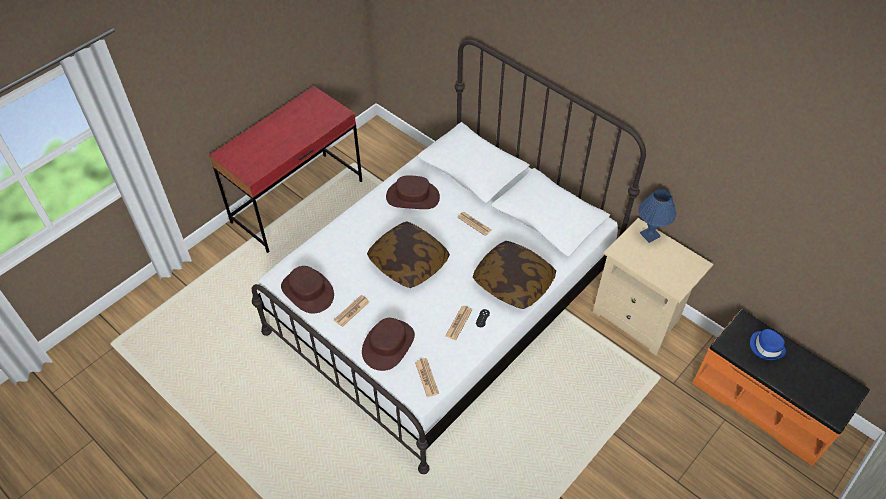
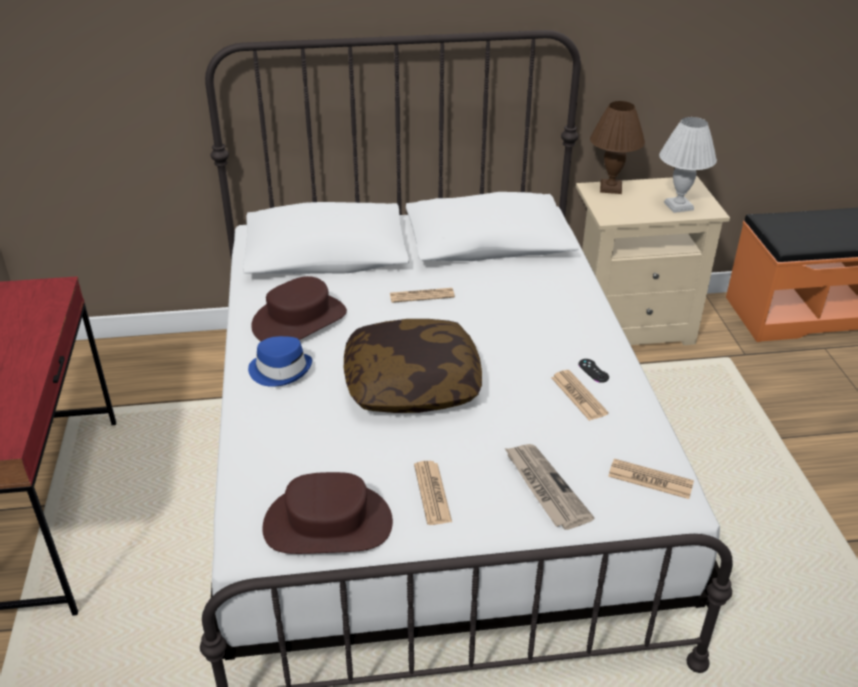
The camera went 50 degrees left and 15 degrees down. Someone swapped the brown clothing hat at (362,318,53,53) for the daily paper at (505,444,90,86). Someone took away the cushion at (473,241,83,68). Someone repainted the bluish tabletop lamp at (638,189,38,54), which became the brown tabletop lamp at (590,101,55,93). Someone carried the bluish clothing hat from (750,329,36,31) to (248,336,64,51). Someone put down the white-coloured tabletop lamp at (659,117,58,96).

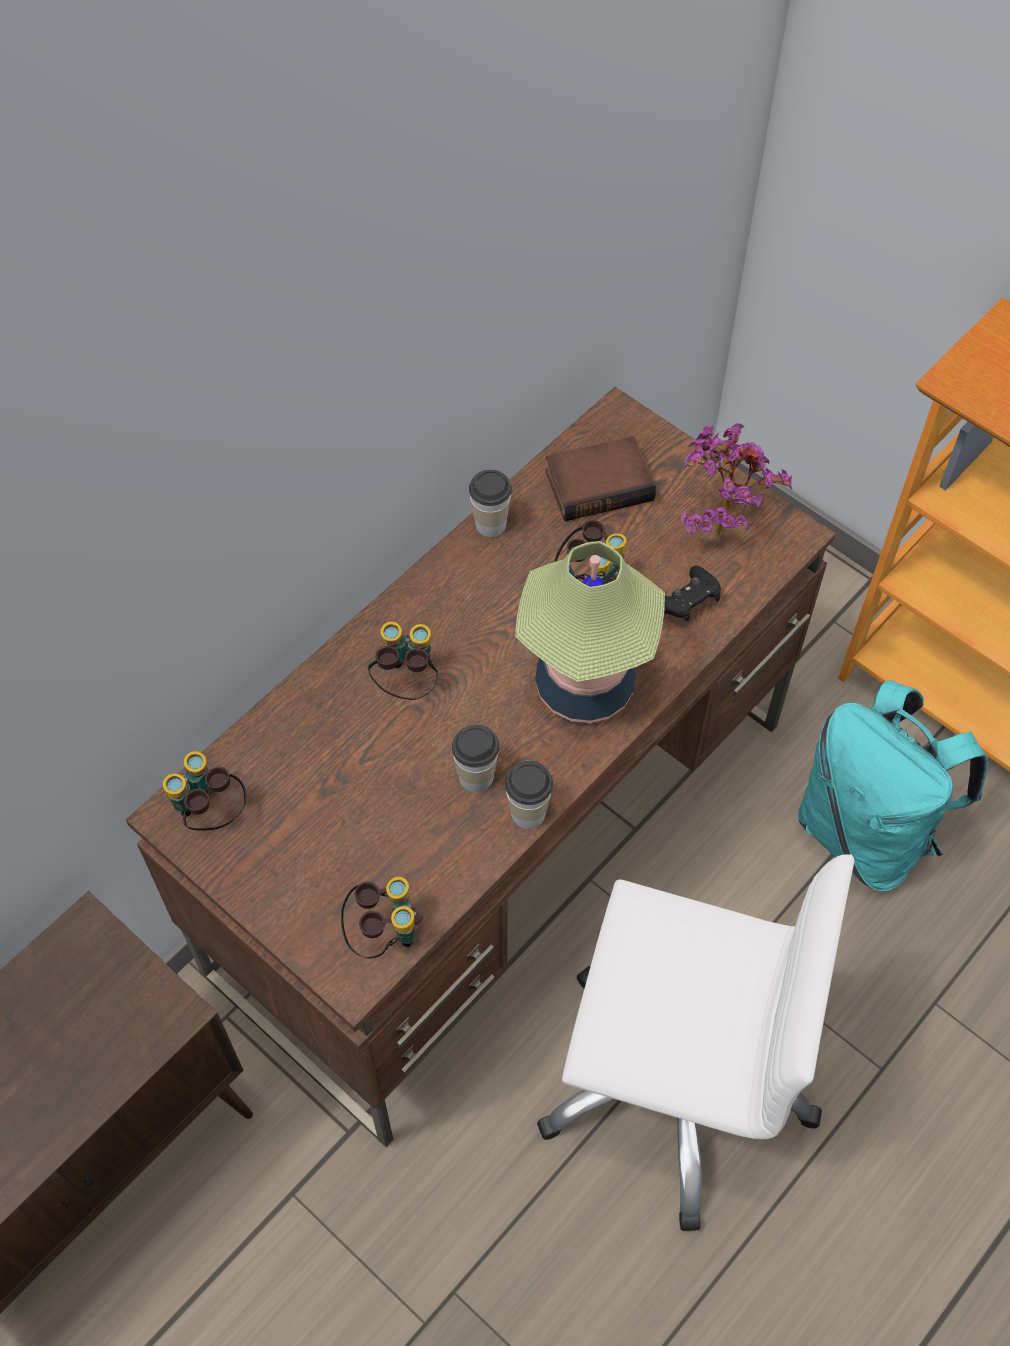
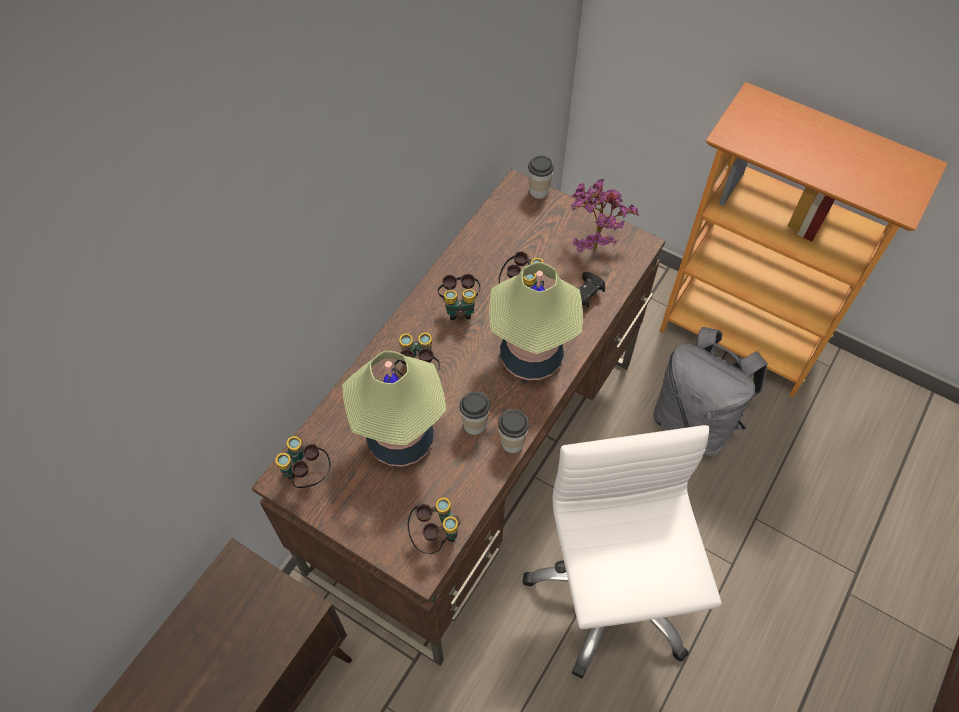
The camera went 10 degrees left and 0 degrees up. Someone carried the small cup from (469,469,43,68) to (528,156,26,43). Someone rotated the white-coloured computer chair at (537,854,317,377) by 105 degrees counterclockwise. Someone took away the volume at (545,436,111,85). Someone repainted the turquoise-coloured backpack at (798,680,189,211), which became the gray backpack at (653,327,115,129). Someone put down the tabletop lamp at (342,351,104,116). Someone put down the pair of binoculars at (438,274,43,46).

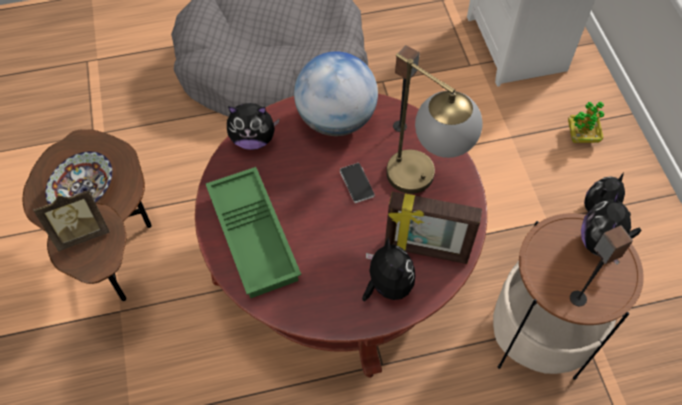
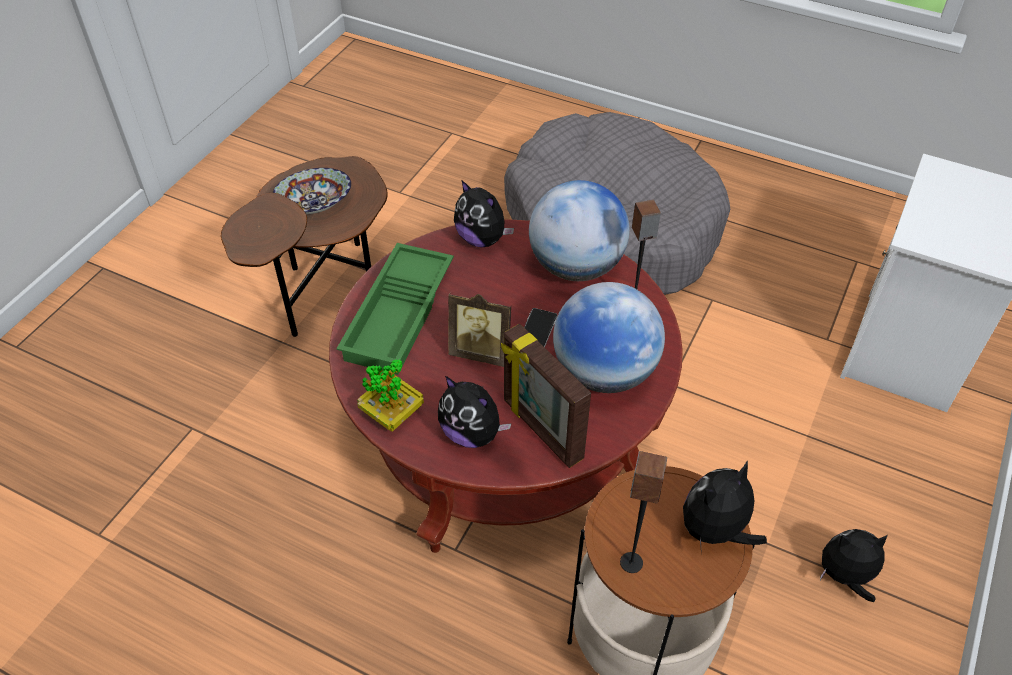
The camera went 40 degrees right and 10 degrees down. Someone carried the standing frame from (33,189,77,62) to (448,293,63,74). Someone rotated the plush toy at (362,237,53,64) by 105 degrees clockwise. Someone swapped the tabletop lamp at (386,53,96,141) for the globe at (553,282,112,111). Someone carried the plant in a pot from (568,102,36,41) to (357,359,67,73).

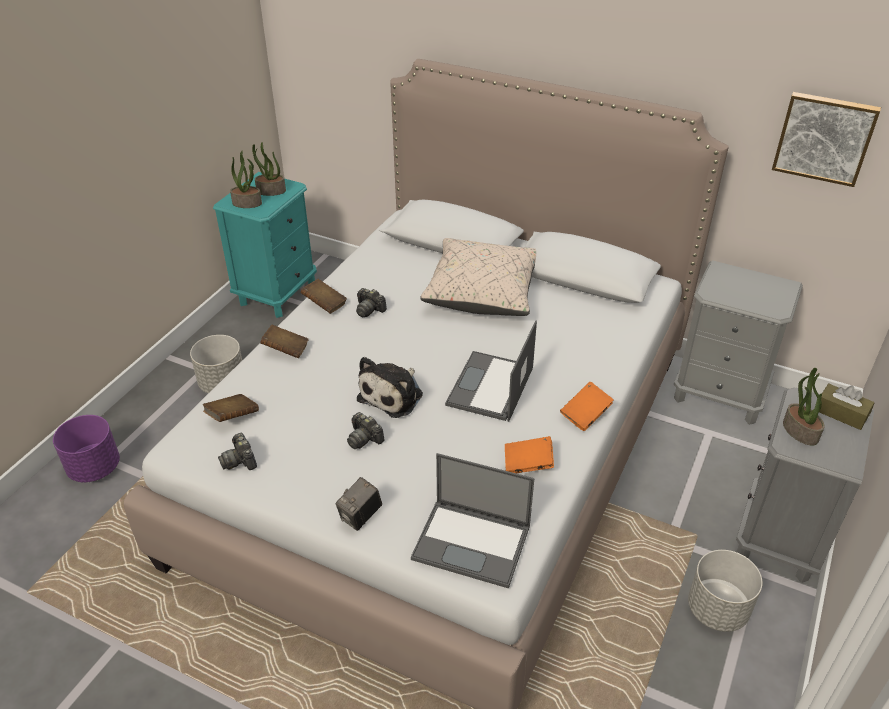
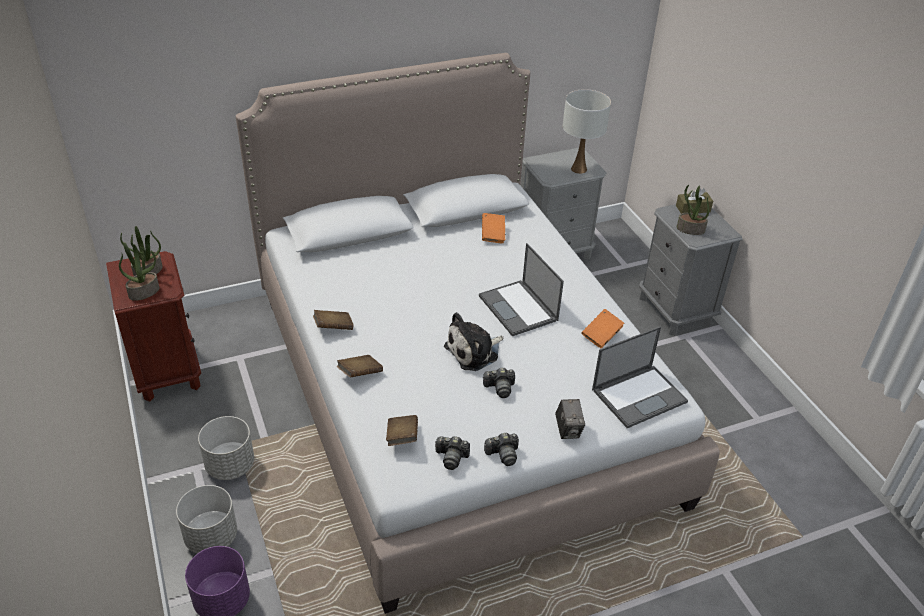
The camera went 50 degrees left and 0 degrees up. Someone repainted the turquoise-coloured nightstand at (213,172,104,146), which became the brown nightstand at (106,251,95,151). Someone carried the still camera from (356,288,31,29) to (484,433,35,33). Someone rotated the plush toy at (357,357,66,61) by 75 degrees clockwise. Someone took away the beige-coloured cushion at (421,238,115,78). Someone carried the orangey volume from (560,382,54,49) to (482,213,23,30). Someone carried the gray plant pot from (688,550,75,82) to (176,485,61,69). Someone took away the wall picture at (772,92,109,95). Someone put down the white-coloured tabletop lamp at (563,89,48,85).

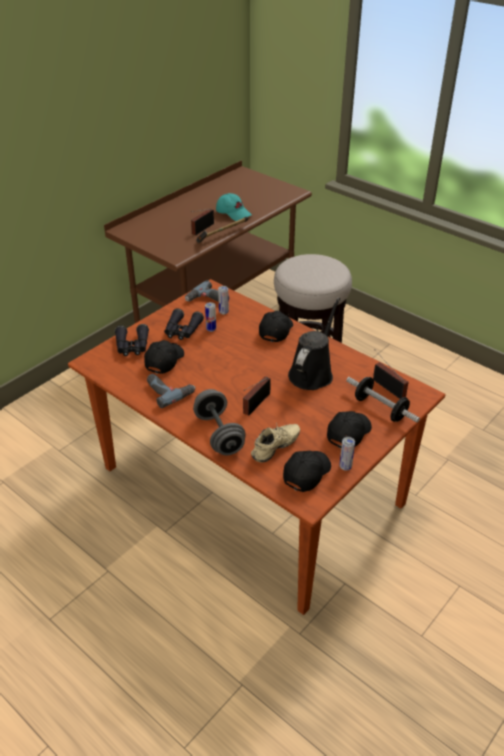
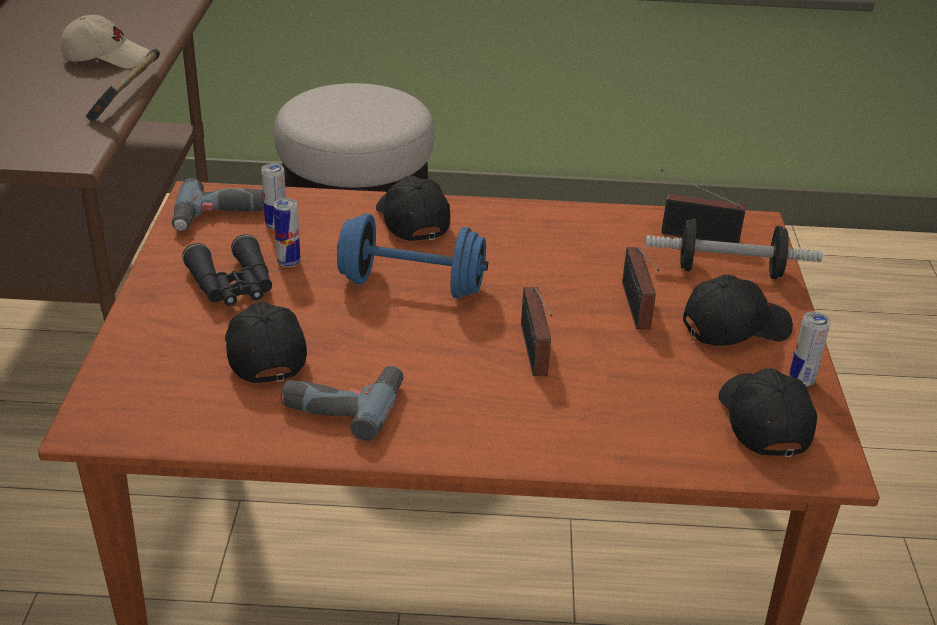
The camera went 40 degrees left and 5 degrees down. Someone took away the black pair of binoculars at (115,324,34,32). Someone carried the radio receiver from (191,209,23,26) to (622,247,37,83). Someone took away the gray hand weight at (193,389,53,66). Someone repainted the turquoise-coloured peaked cap at (216,193,36,28), which became the beige-coloured peaked cap at (61,15,88,53). Someone took away the beige-coloured shoe at (251,422,49,40). Someone took away the black watering can at (288,297,52,93). Someone rotated the black peaked cap at (327,411,45,37) by 75 degrees clockwise. Someone put down the bluish hand weight at (337,214,151,85).

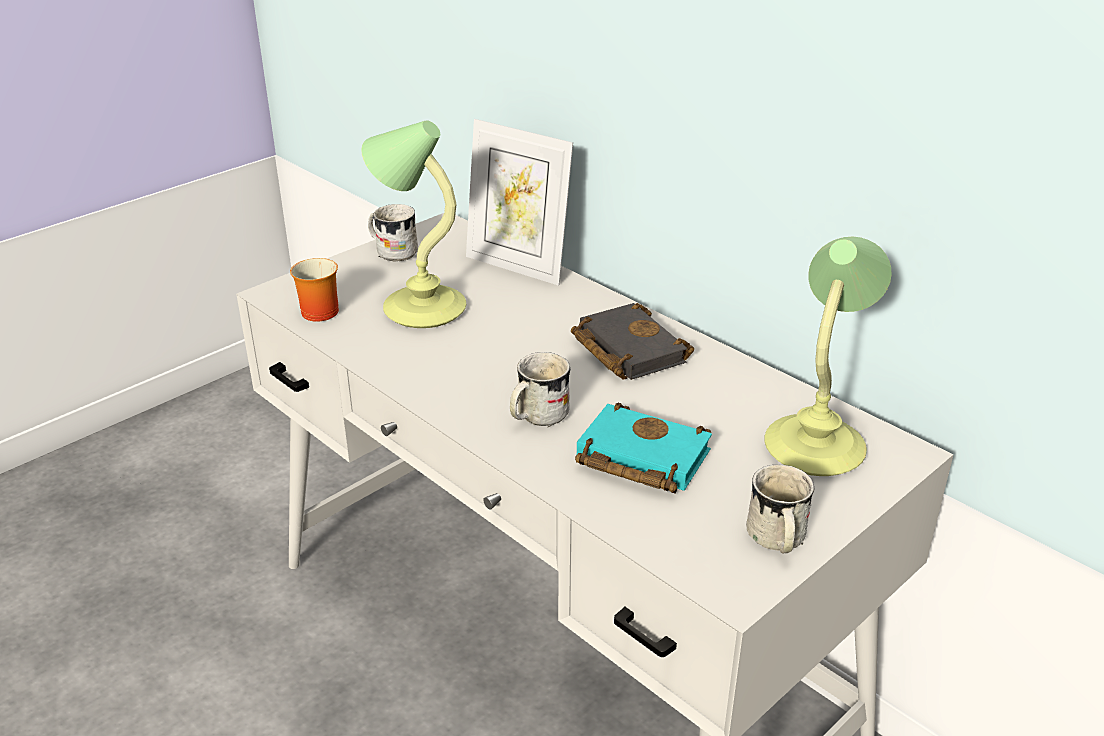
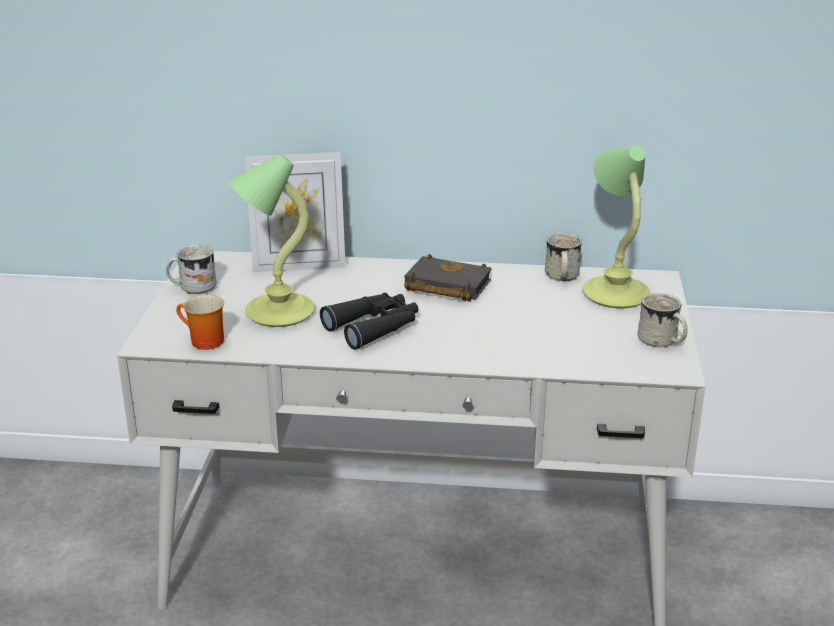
The camera went 40 degrees left and 5 degrees down. Someone carried the white-coloured mug from (510,352,60,75) to (545,233,37,48). Someone took away the turquoise-coloured volume at (575,403,137,90). Someone put down the black pair of binoculars at (320,293,99,57).

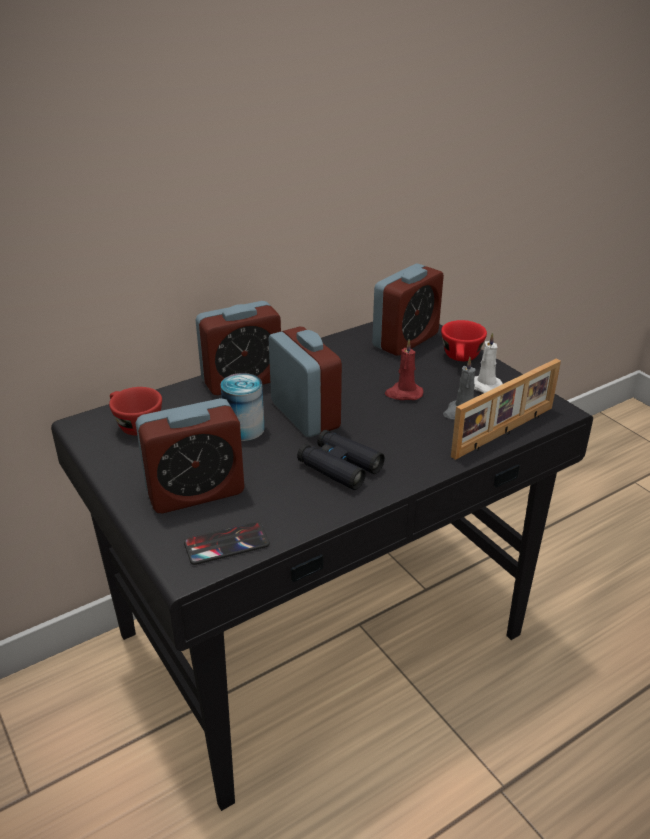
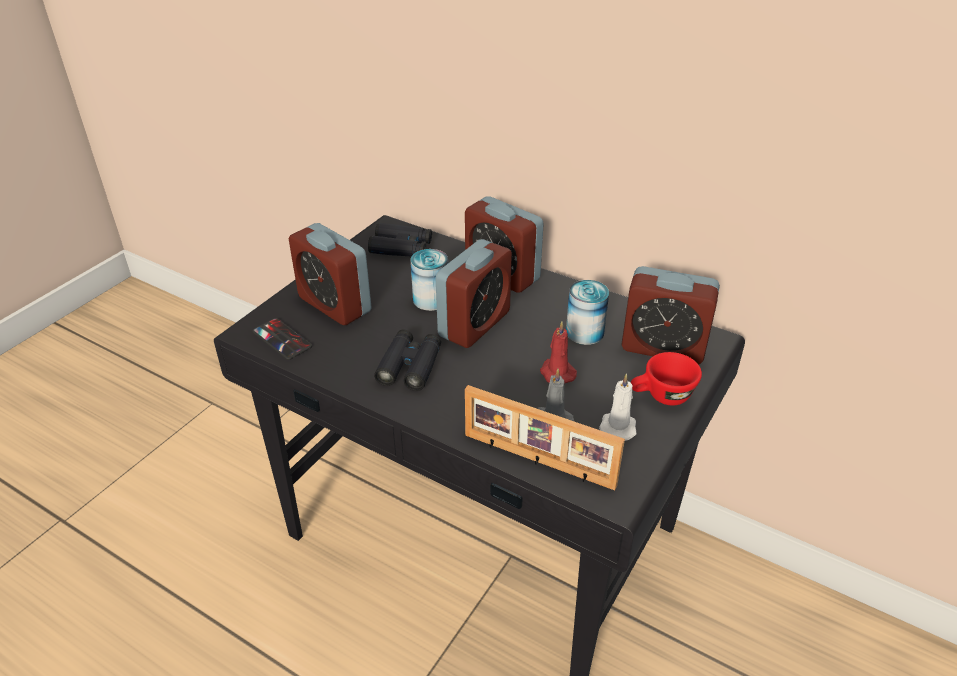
The camera went 65 degrees right and 5 degrees up. Someone swapped the red small cup at (109,387,53,48) for the black pair of binoculars at (368,223,64,33). Someone put down the sealed can at (566,280,43,65).

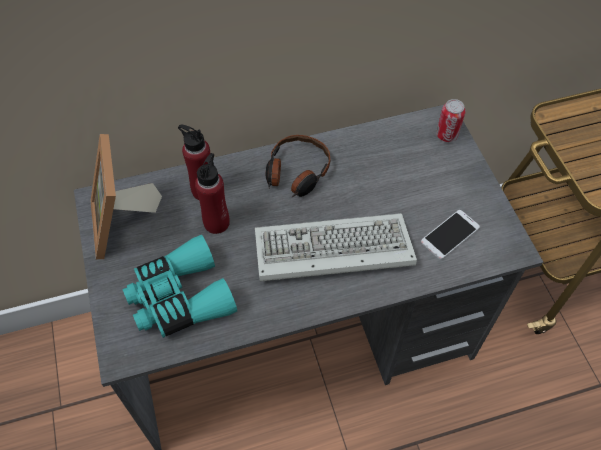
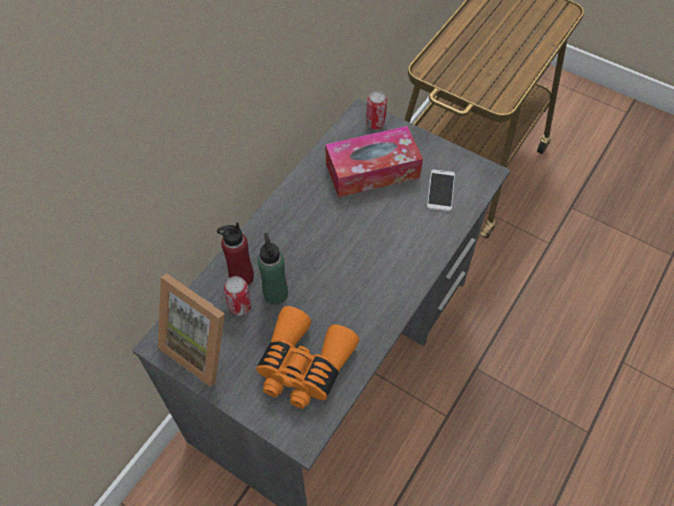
The camera went 40 degrees left and 0 degrees up. Someone repainted the turquoise-coloured pair of binoculars at (122,235,115,103), which became the orangey pair of binoculars at (256,306,103,103). Someone repainted the red beverage bottle at (195,153,35,81), which became the green-coloured beverage bottle at (258,233,30,72). Someone took away the computer keyboard at (255,213,162,69). Someone took away the headphones at (266,135,64,63). Someone put down the sealed can at (224,276,28,40). Someone put down the tissue box at (325,126,98,71).

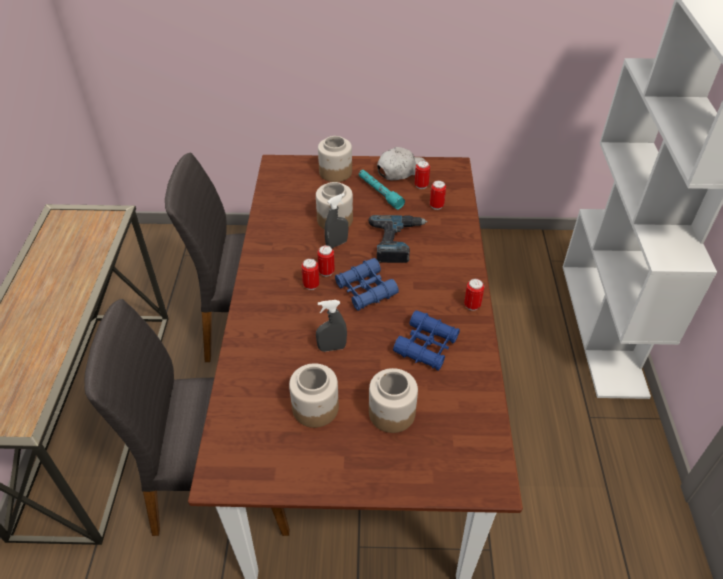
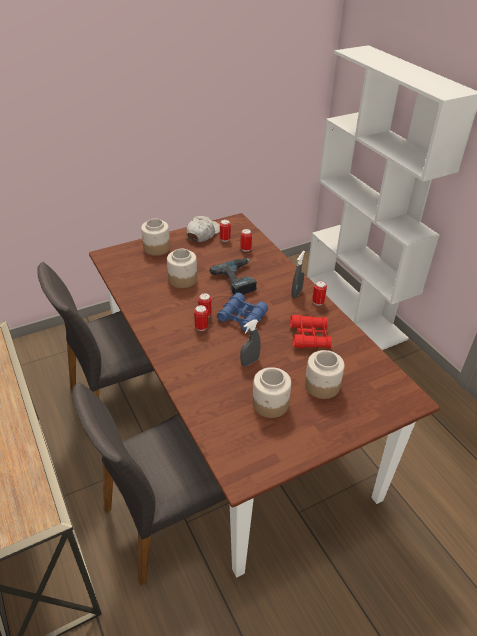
The camera went 30 degrees left and 5 degrees down. Someone carried the gray spray bottle from (324,193,24,55) to (291,251,14,47). Someone took away the turquoise-coloured torch at (359,170,46,40). Someone repainted the bluish pair of binoculars at (393,310,67,61), which became the red pair of binoculars at (290,314,42,35).

